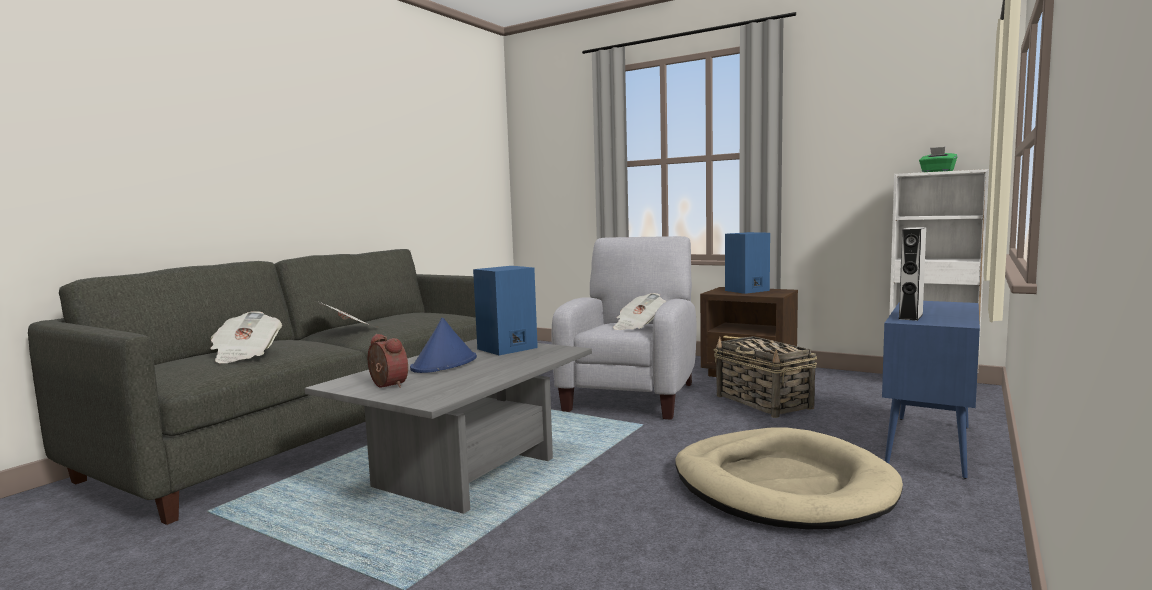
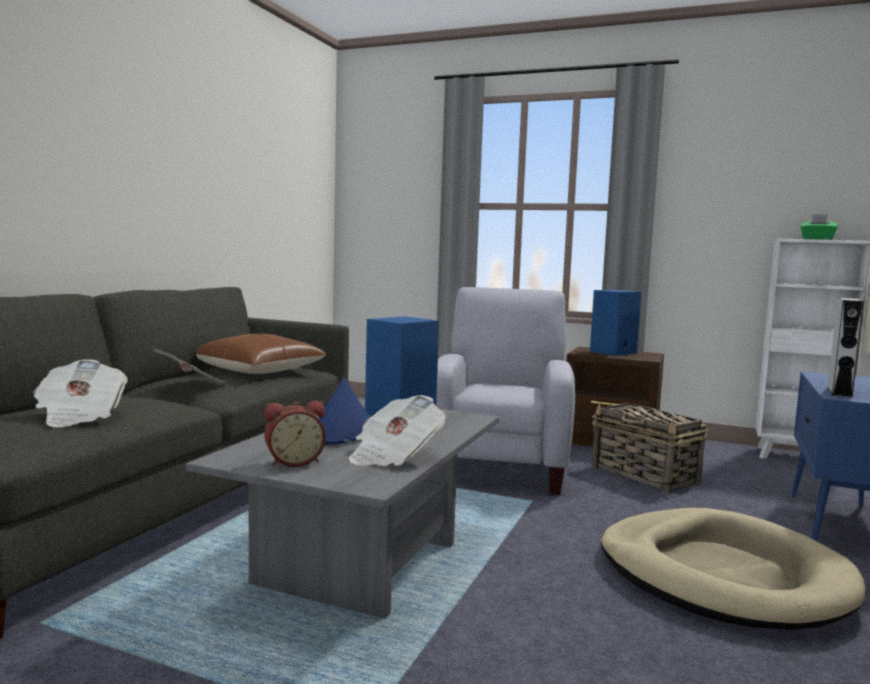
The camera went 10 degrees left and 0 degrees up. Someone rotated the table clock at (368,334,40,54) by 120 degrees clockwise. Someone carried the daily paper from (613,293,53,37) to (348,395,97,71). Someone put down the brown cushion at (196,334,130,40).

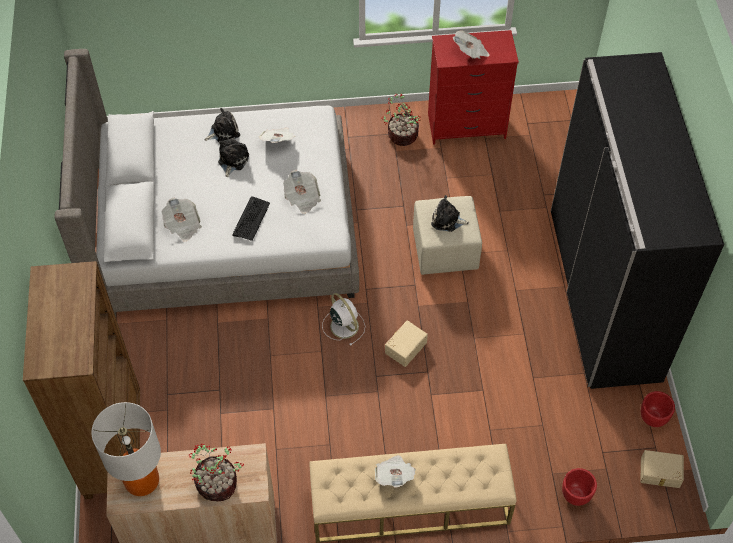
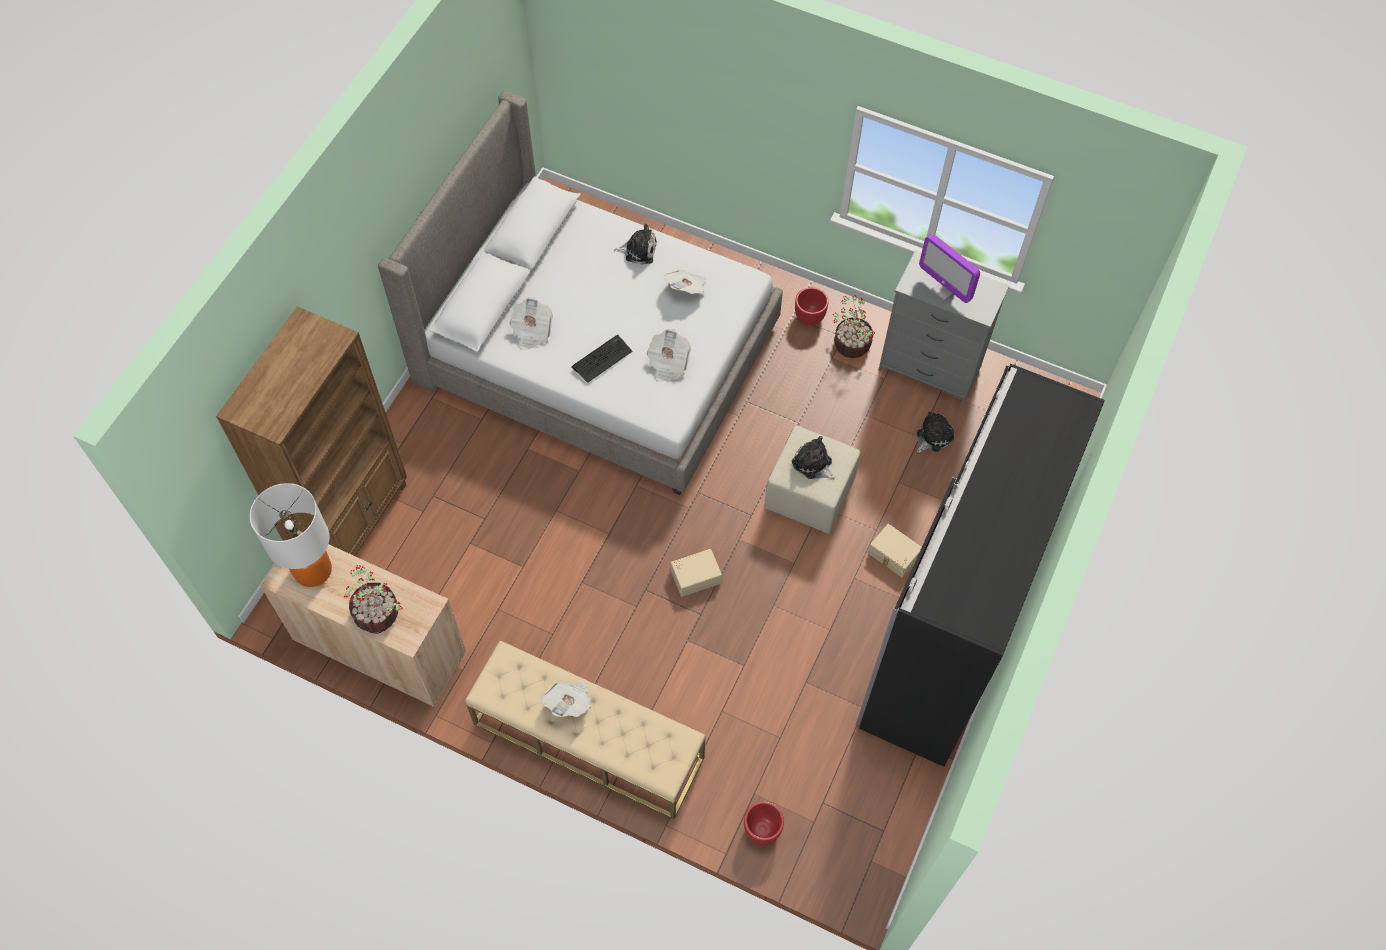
The camera went 30 degrees right and 5 degrees up. Someone carried the plush toy from (218,139,31,38) to (917,411,37,42). Someone took away the white-coloured cooling fan at (322,293,43,53). Someone repainted the red chest of drawers at (428,30,91,115), which became the gray chest of drawers at (878,250,131,154). Someone swapped the daily paper at (453,30,37,29) for the monitor at (919,233,61,70). Someone carried the beige-coloured storage bin from (640,450,44,38) to (868,524,54,54). Someone carried the red plant pot from (641,391,34,36) to (795,287,33,38).

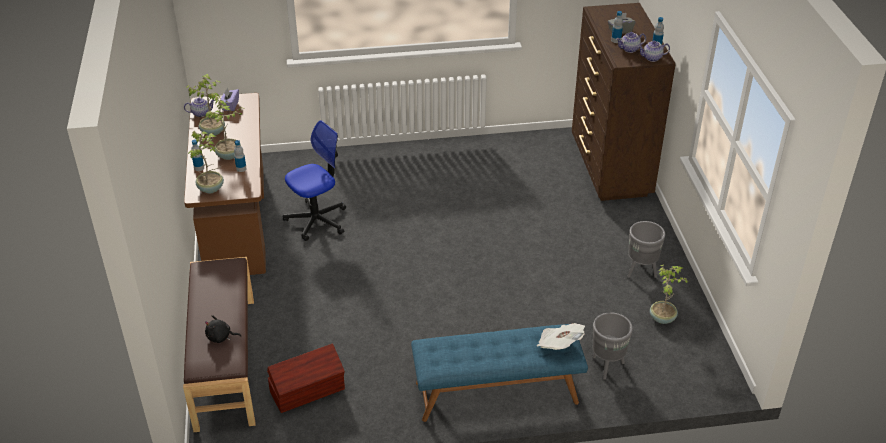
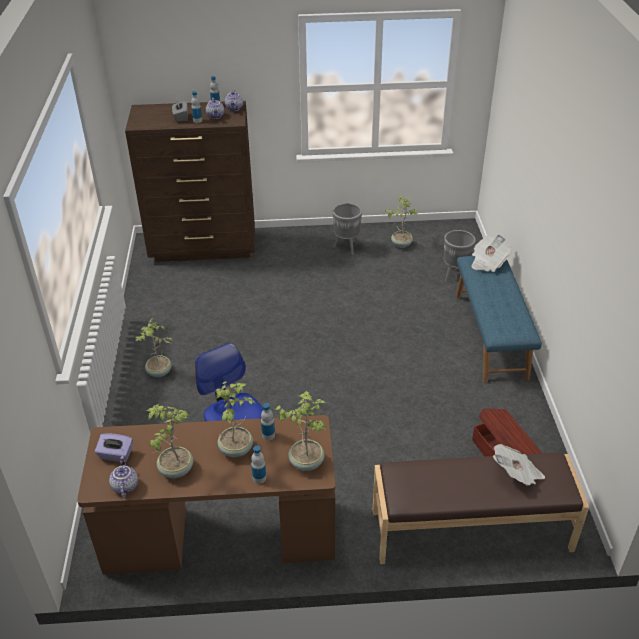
The camera went 85 degrees left and 0 degrees up. Someone swapped the black plush toy at (205,315,36,28) for the daily paper at (493,444,52,42). Someone put down the plant in a pot at (135,318,38,59).

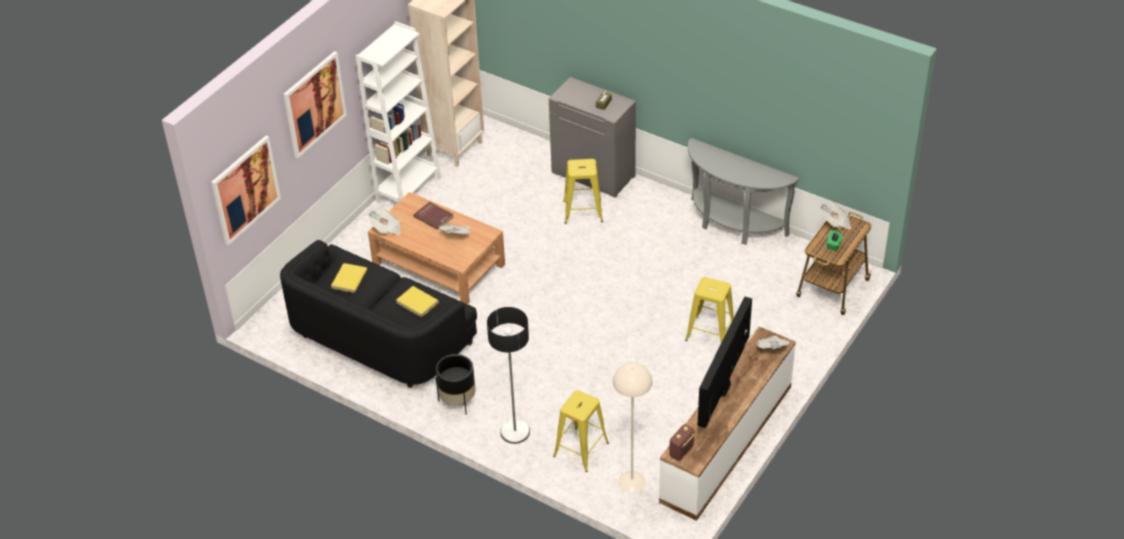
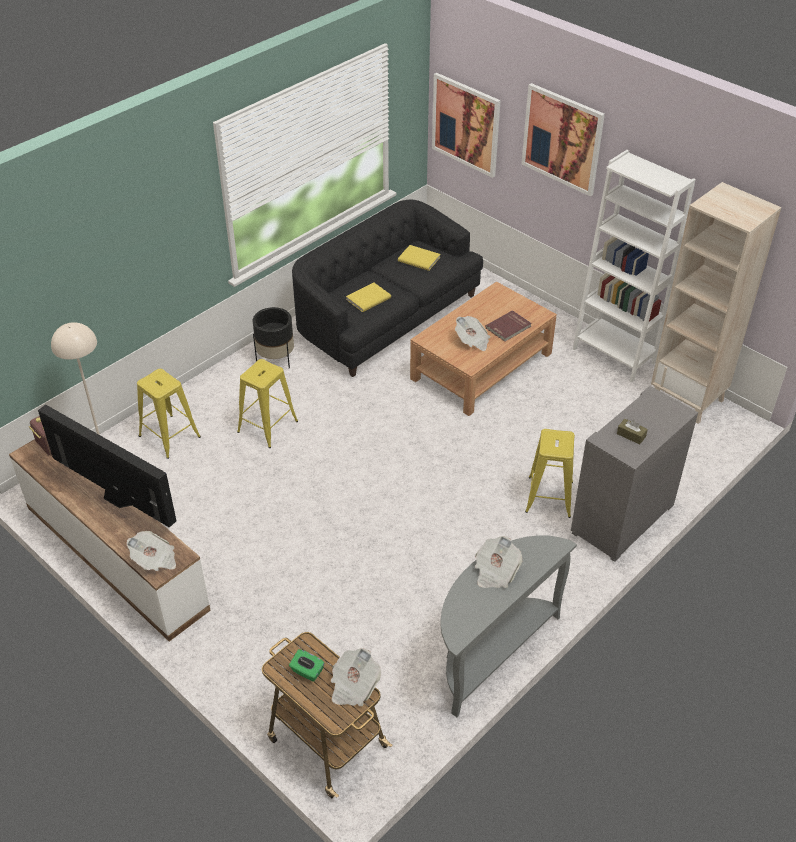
The camera went 100 degrees right and 0 degrees up. Someone carried the daily paper from (369,208,31,27) to (475,536,47,52). Someone took away the floor lamp at (487,307,43,137). Someone carried the yellowish stool from (685,277,49,66) to (237,359,61,89).

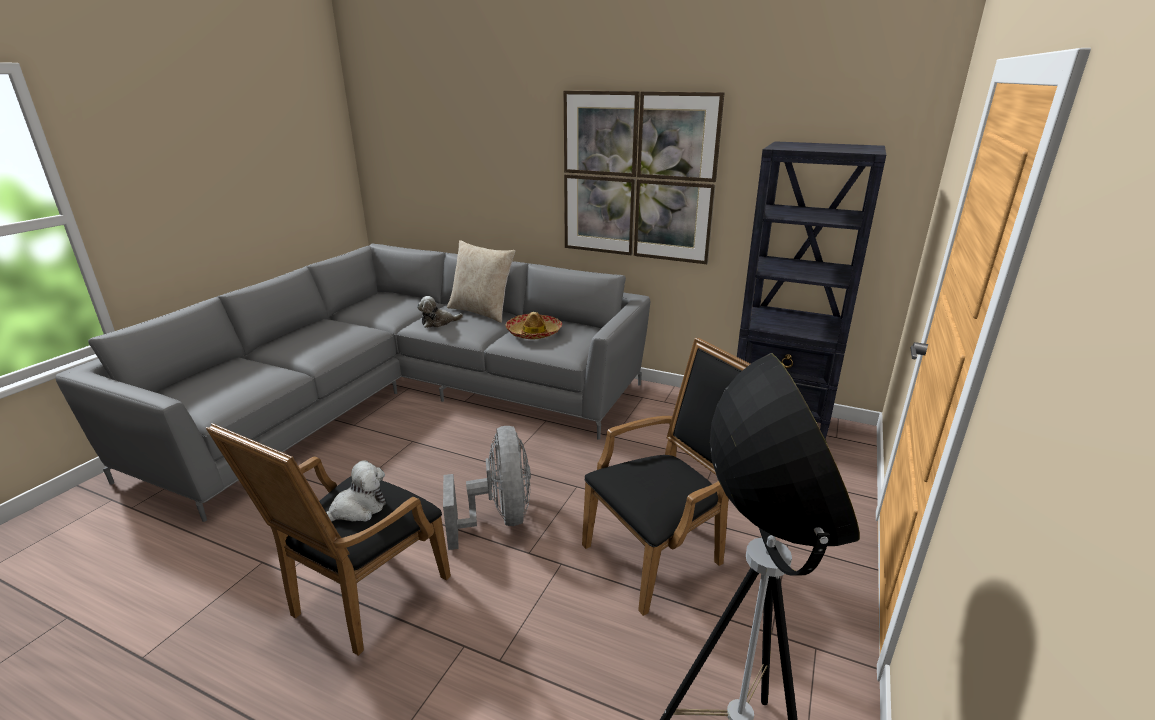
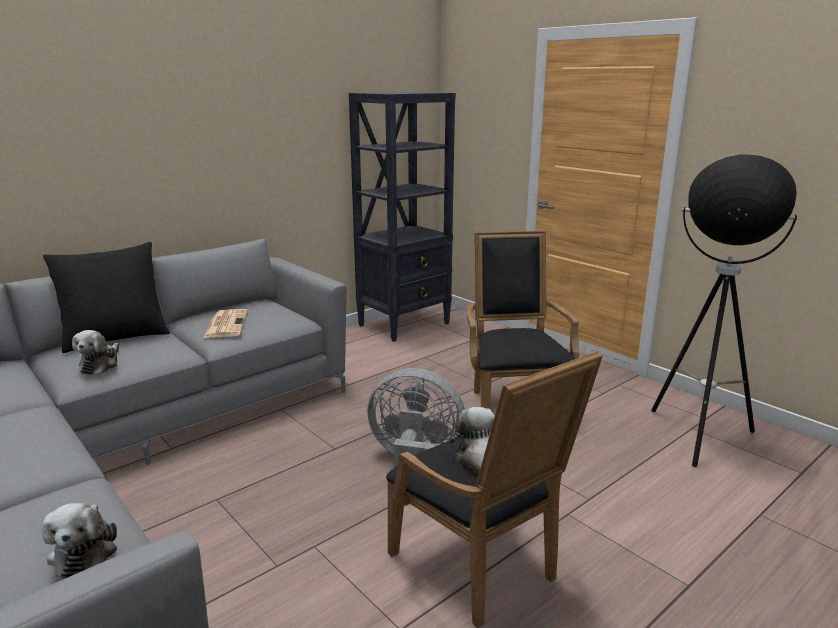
The camera went 65 degrees left and 5 degrees down. Someone repainted the beige-coloured cushion at (447,240,68,83), which became the black cushion at (43,242,127,111). Someone swapped the clothing hat at (506,312,56,28) for the daily paper at (204,309,44,29). Someone took away the wall picture at (564,91,161,173). Someone put down the plush toy at (42,503,75,76).

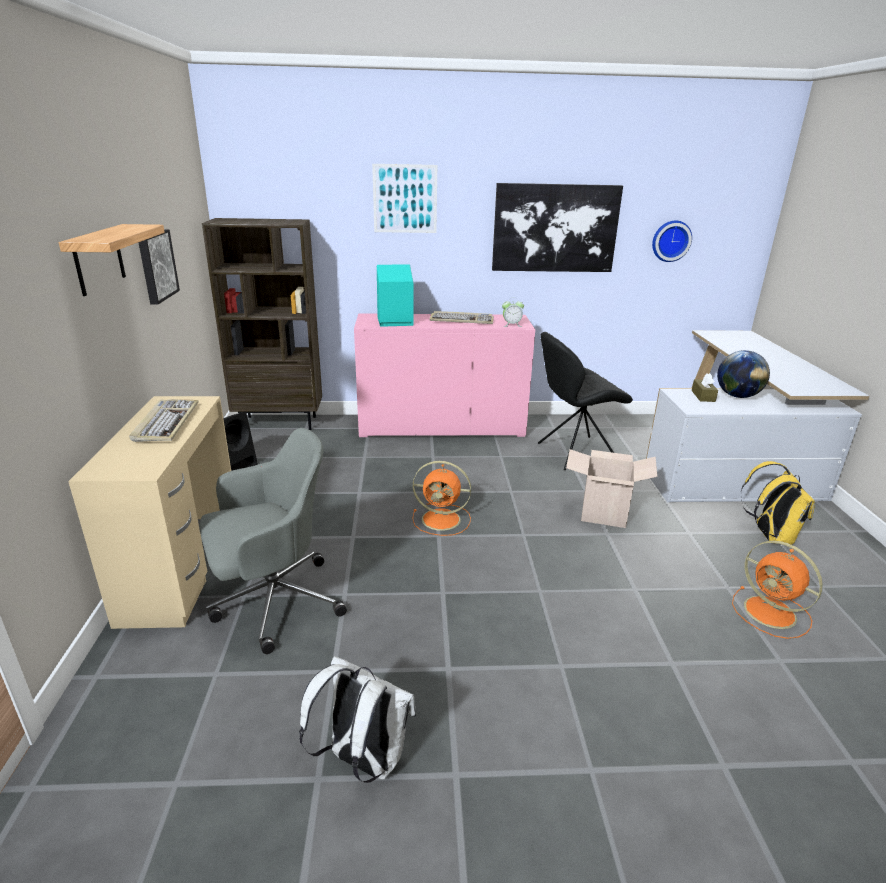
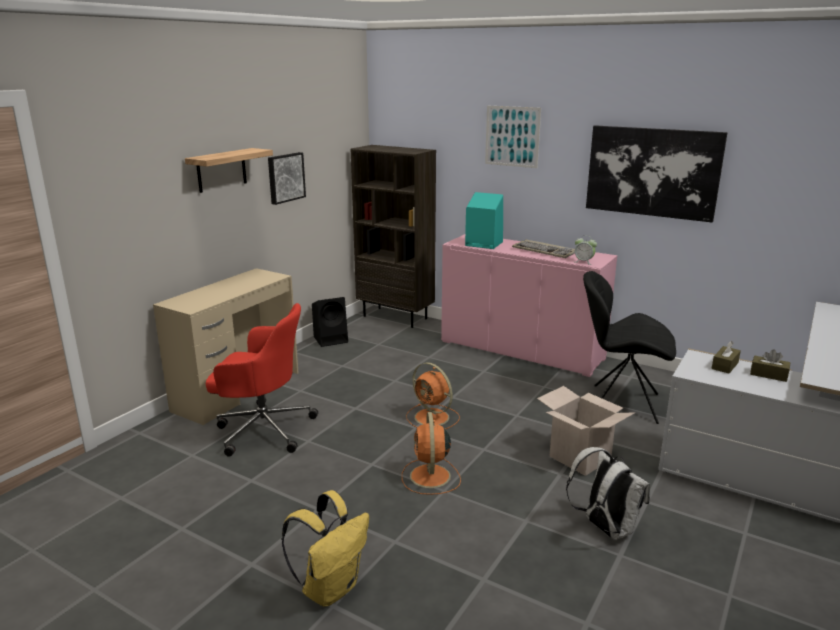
The camera went 35 degrees right and 5 degrees down. Someone took away the computer keyboard at (129,399,70,43). Someone repainted the gray computer chair at (199,428,148,226), which became the red computer chair at (206,303,112,154). Someone carried the white-coloured backpack from (299,656,117,127) to (566,447,84,93). Someone took away the wall clock at (652,220,40,42). Someone swapped the globe at (717,350,53,48) for the brown tissue box at (750,350,40,32). Someone carried the orangey cooling fan from (732,541,91,98) to (402,412,59,83). Someone carried the yellowish backpack from (740,461,75,84) to (281,490,88,117).

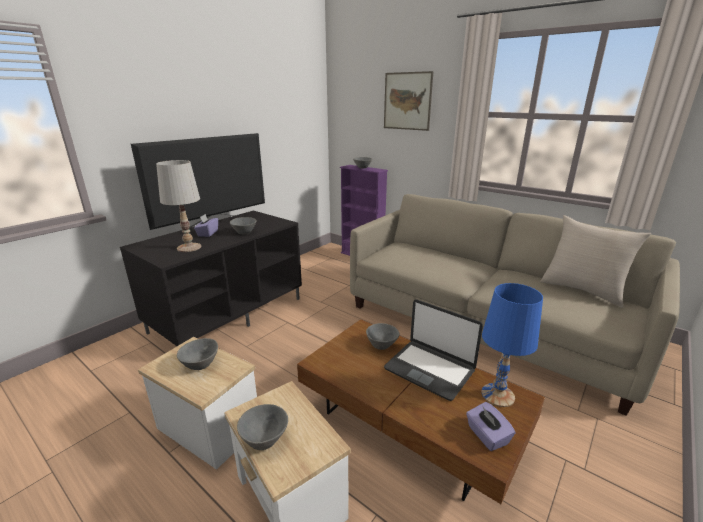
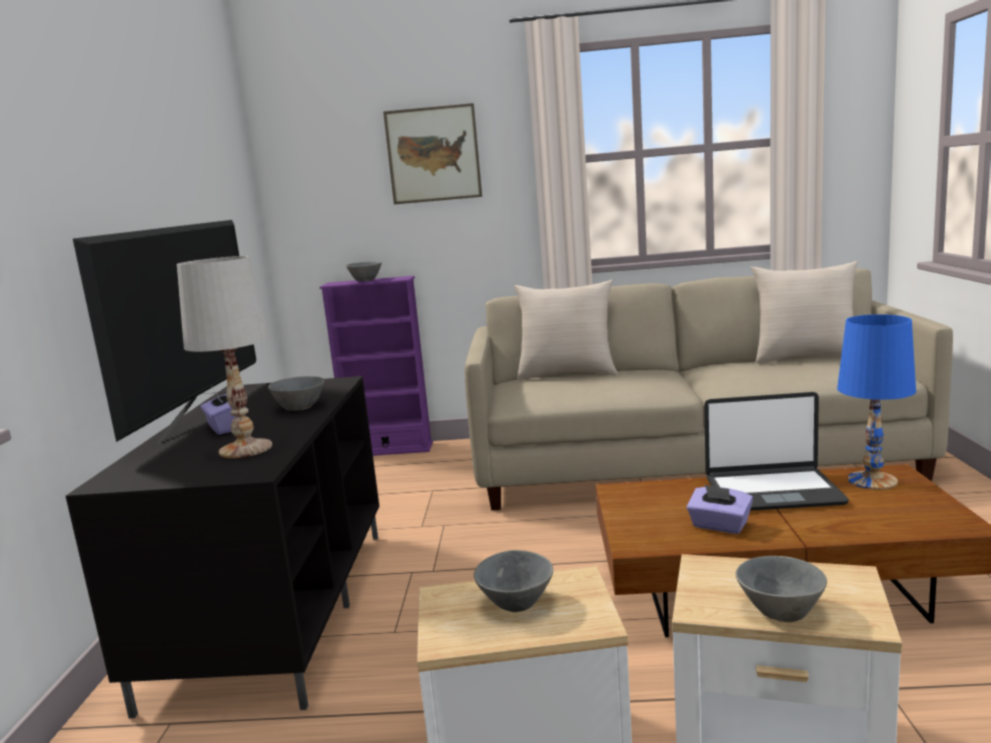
The camera went 35 degrees left and 10 degrees down. Someone took away the gray serving bowl at (366,323,33,27). Someone carried the purple tissue box from (466,402,50,49) to (686,485,67,49). Someone put down the beige-coloured cushion at (514,280,104,100).

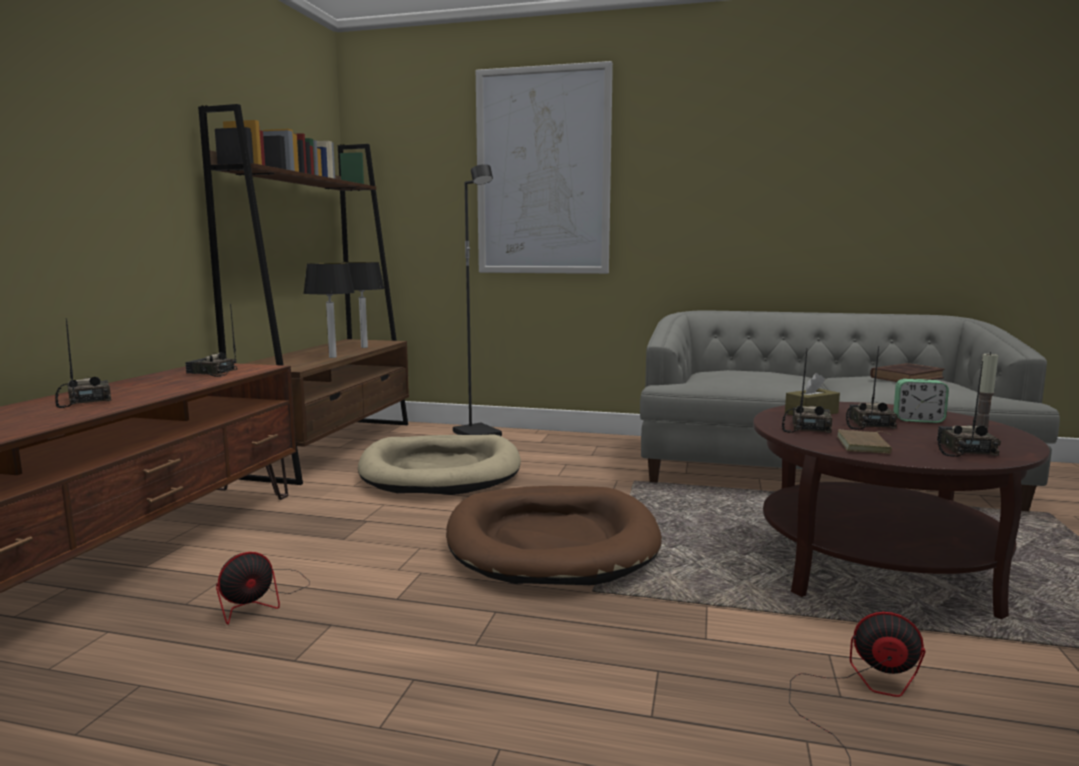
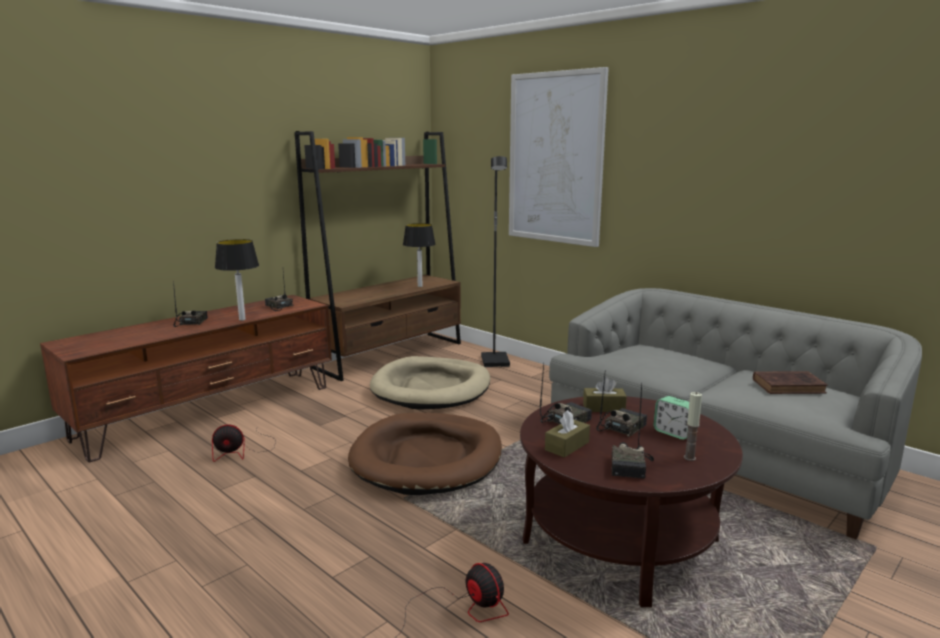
The camera went 30 degrees right and 5 degrees up. Someone carried the tabletop lamp from (304,263,51,95) to (215,239,44,82). Someone swapped the brown volume at (837,430,55,24) for the brown tissue box at (545,410,45,48). Someone rotated the radio receiver at (937,361,64,96) by 150 degrees clockwise.

